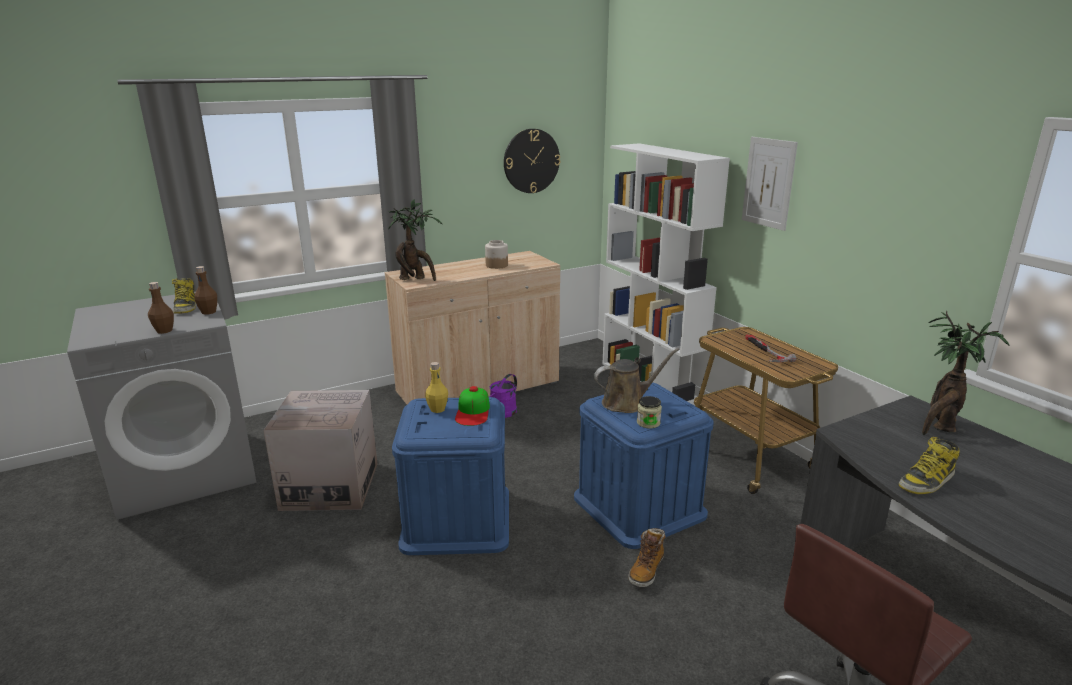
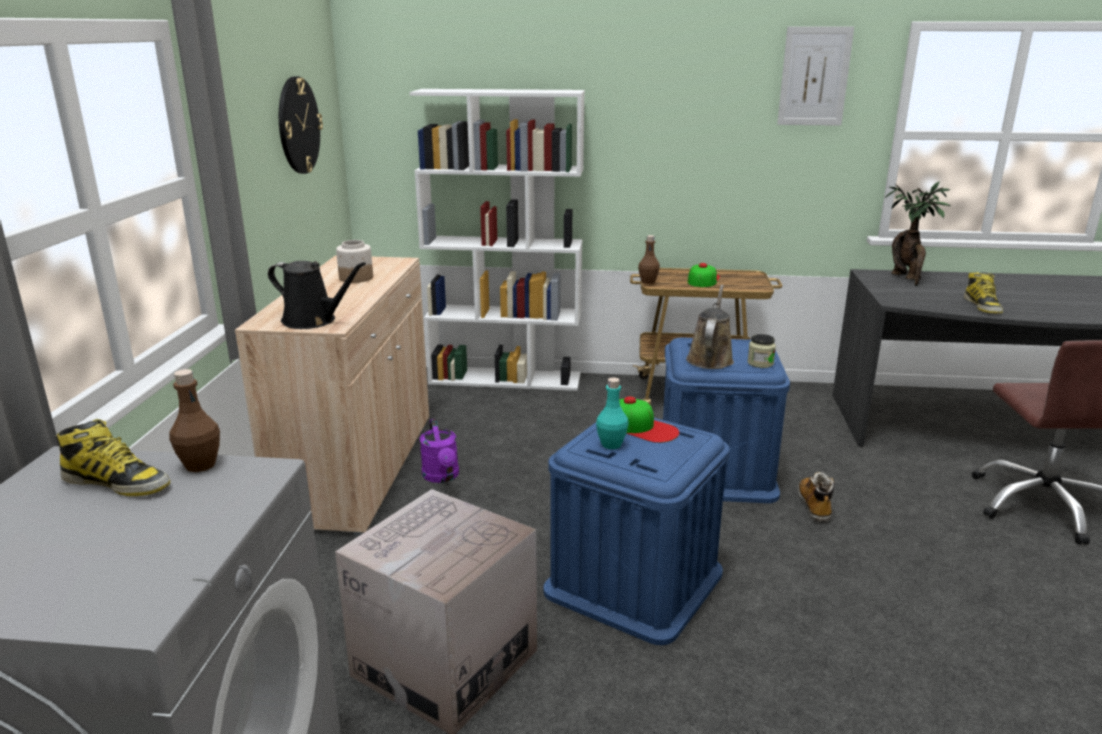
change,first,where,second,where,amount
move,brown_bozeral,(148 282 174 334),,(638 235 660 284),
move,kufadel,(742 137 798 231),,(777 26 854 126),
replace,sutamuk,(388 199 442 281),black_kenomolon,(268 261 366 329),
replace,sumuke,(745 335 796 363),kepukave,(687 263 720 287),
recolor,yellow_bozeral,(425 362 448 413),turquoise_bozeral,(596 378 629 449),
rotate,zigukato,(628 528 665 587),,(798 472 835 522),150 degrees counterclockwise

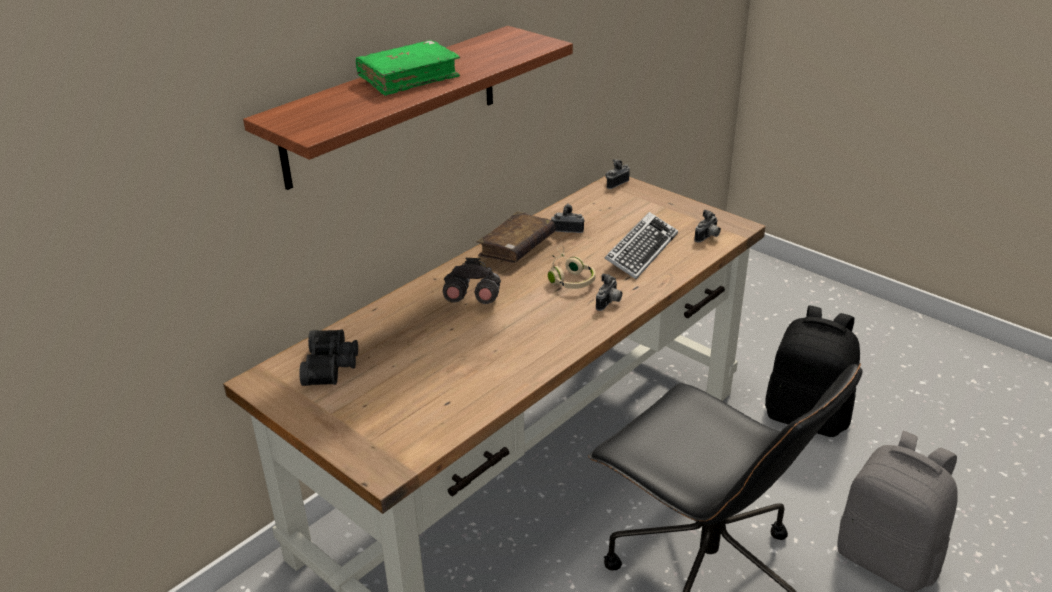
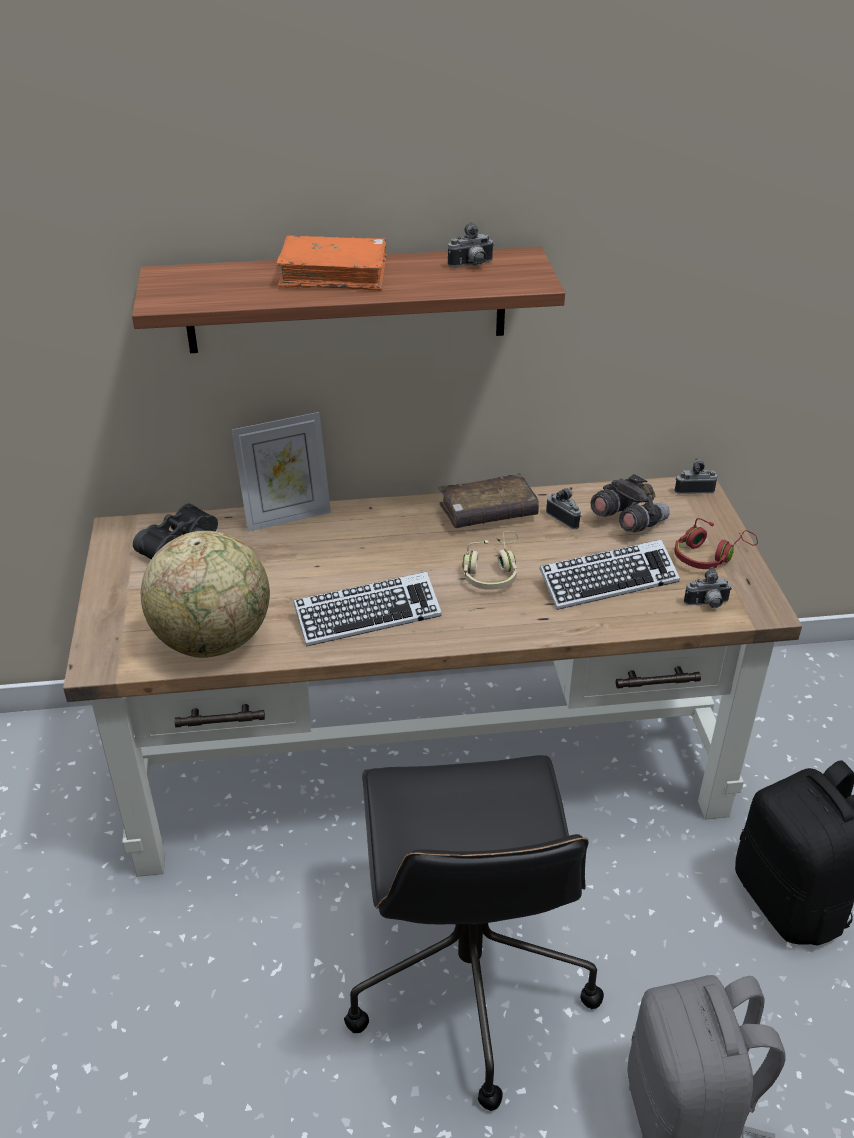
change,first,where,second,where,amount
insert,,,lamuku,(141 531 270 658),
insert,,,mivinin,(232 412 331 532),
insert,,,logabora,(294 572 442 647),
insert,,,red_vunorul,(674 518 758 569),
move,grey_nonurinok,(443 258 501 304),,(590 474 670 533),
move,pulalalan,(596 274 622 311),,(448 222 494 268),
recolor,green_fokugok,(356 40 460 96),orange_fokugok,(277 236 387 291),

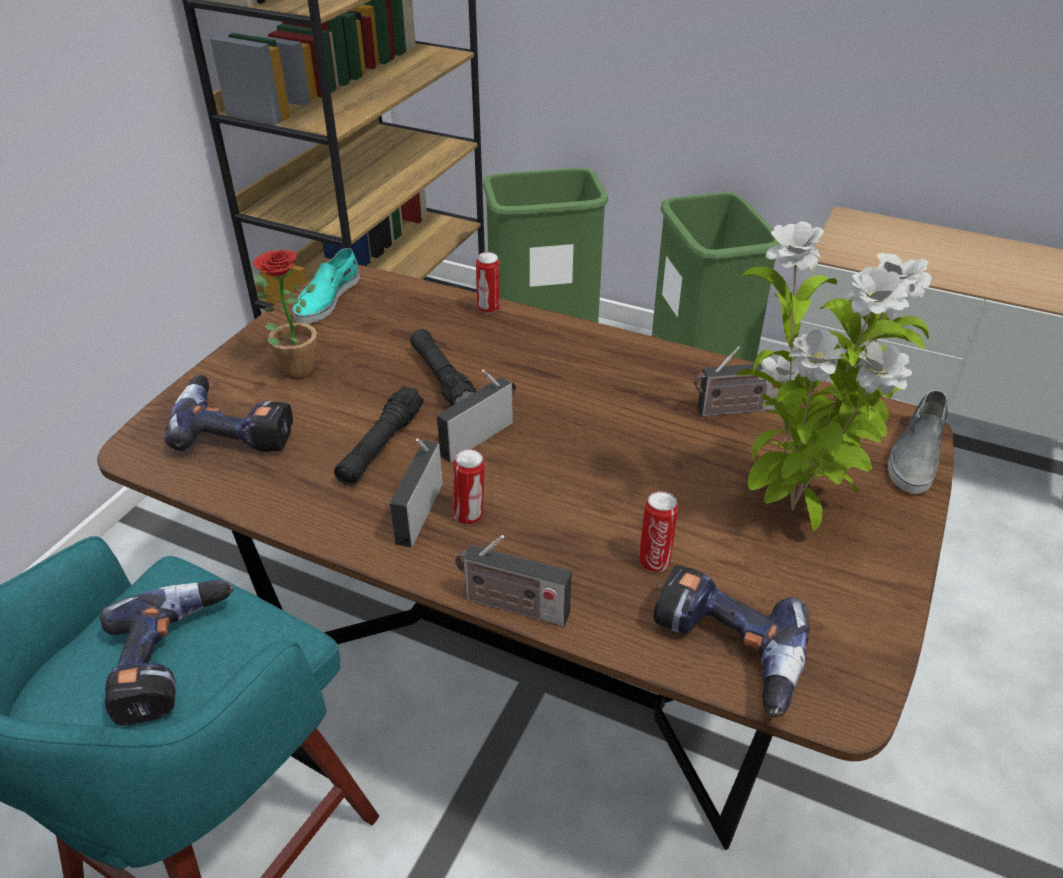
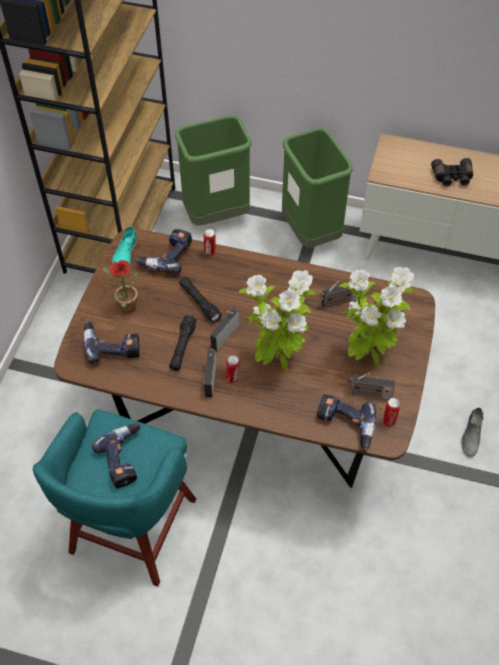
change,first,where,second,where,amount
insert,,,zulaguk,(136 229 192 273),
insert,,,sutamuk,(239 270 317 371),
insert,,,black_nonurinok,(431 158 473 186),
move,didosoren,(455 535 572 626),,(347 372 395 399),
move,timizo,(639 491 678 572),,(383 398 400 427),
move,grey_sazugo,(888 390 948 494),,(461 407 483 457),

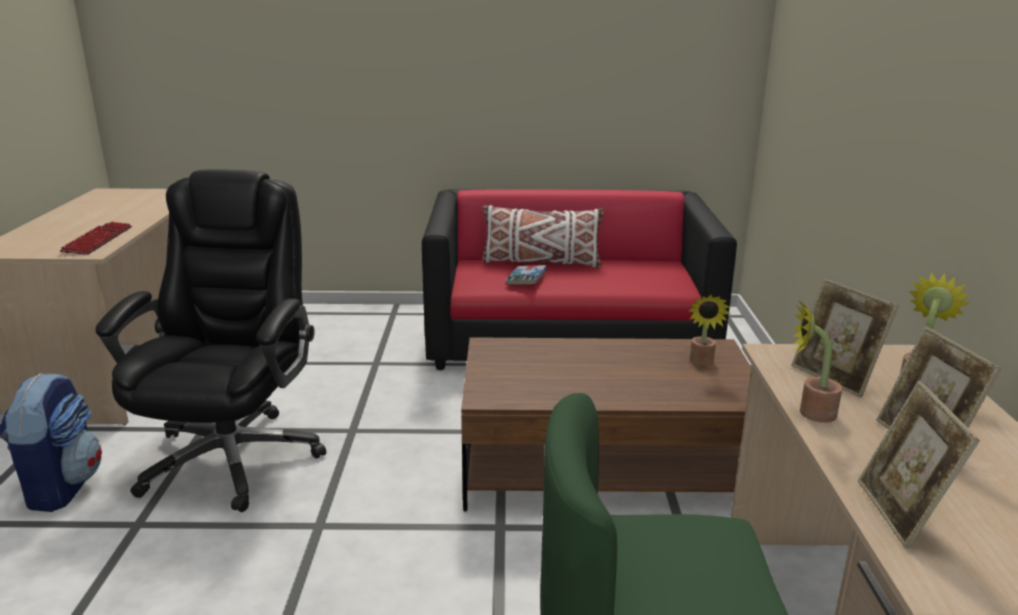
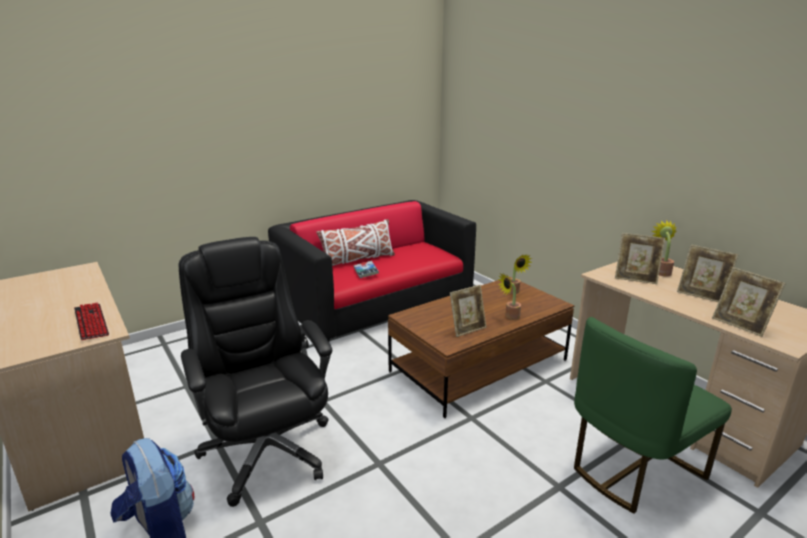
change,first,where,second,where,amount
insert,,,mivinin,(450 285 487 337),
move,sutamuk,(793 299 842 423),,(497 274 521 320),

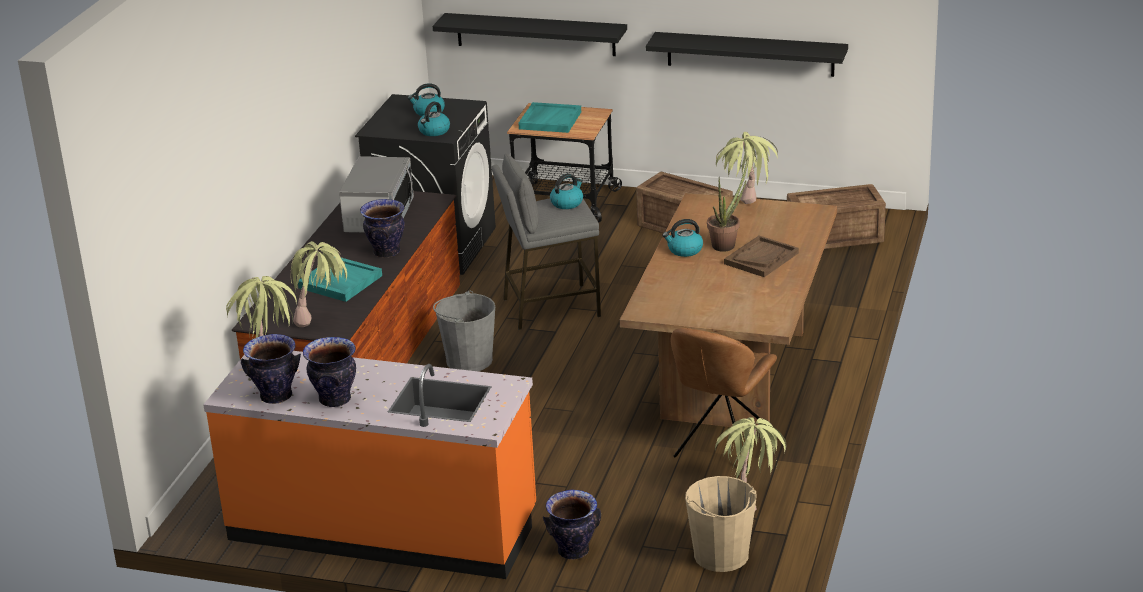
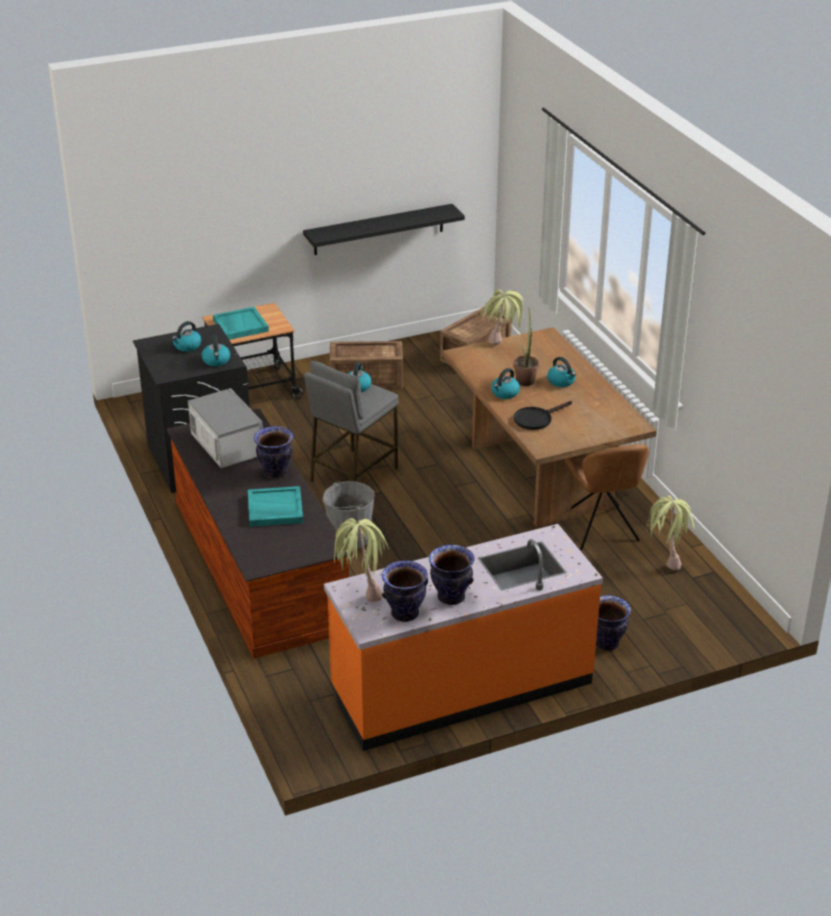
change,first,where,second,where,amount
delete,sutamuk,(291 241 347 327),,,
delete,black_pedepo,(433 13 627 56),,,
delete,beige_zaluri,(685 476 757 572),,,
insert,,,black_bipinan,(514 401 572 430),
replace,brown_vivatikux,(724 236 799 277),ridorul,(547 357 576 387),

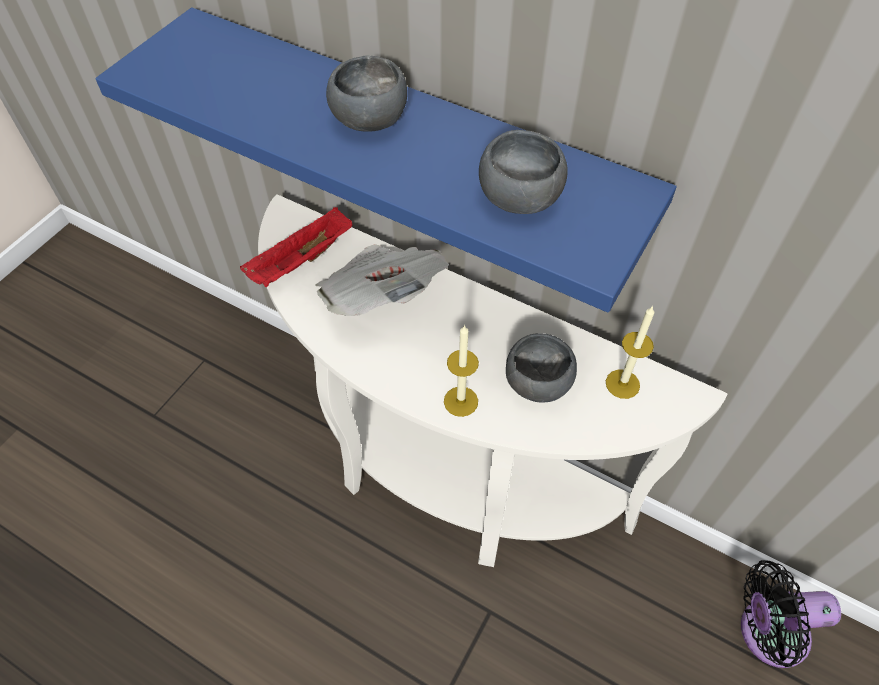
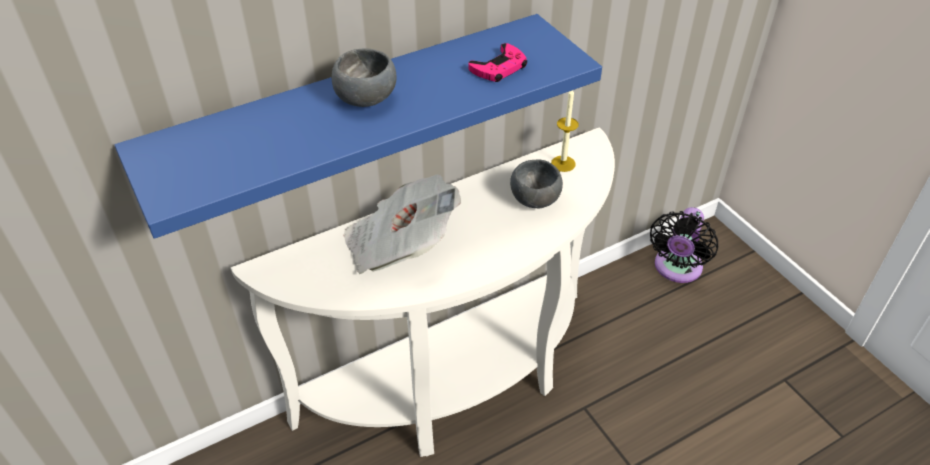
change,first,where,second,where,amount
delete,red_vivatikux,(240 207 352 287),,,
delete,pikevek,(444 324 479 417),,,
replace,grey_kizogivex,(479 130 568 214),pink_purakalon,(468 43 527 82),

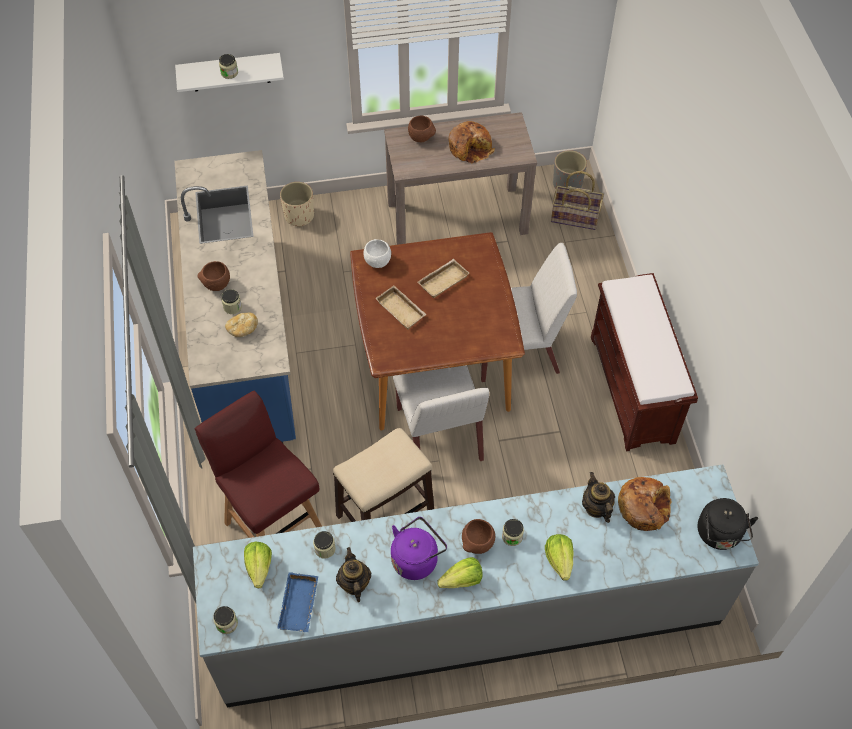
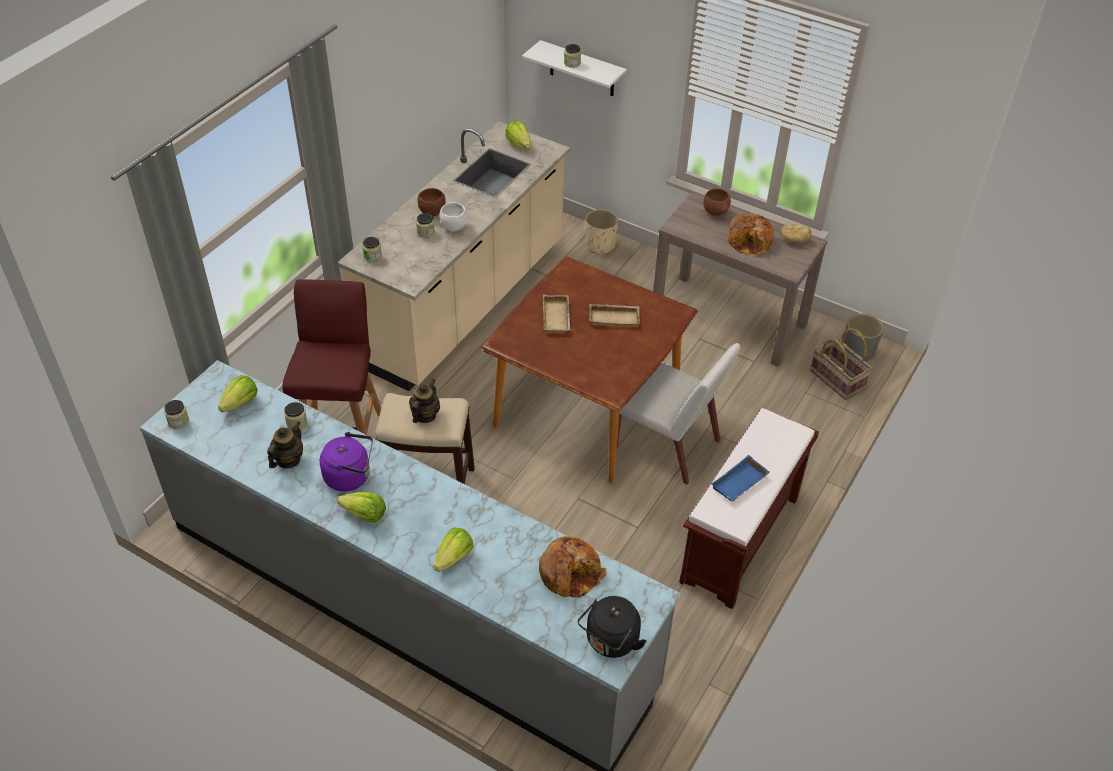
change,first,where,second,where,amount
delete,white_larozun,(393 365 489 461),,,
delete,brown_kizogivex,(462 519 495 554),,,
insert,,,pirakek,(505 121 530 149),
move,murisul,(225 313 258 337),,(781 223 811 243),
move,blue_vivatikux,(277 572 318 633),,(711 455 770 502),
move,white_kizogivex,(364 239 391 268),,(439 202 468 231),
move,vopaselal,(502 519 524 546),,(362 237 382 262),
move,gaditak,(582 472 615 523),,(409 379 440 423),
recolor,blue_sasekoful,(175 150 296 443),beige_sasekoful,(337 121 570 391),

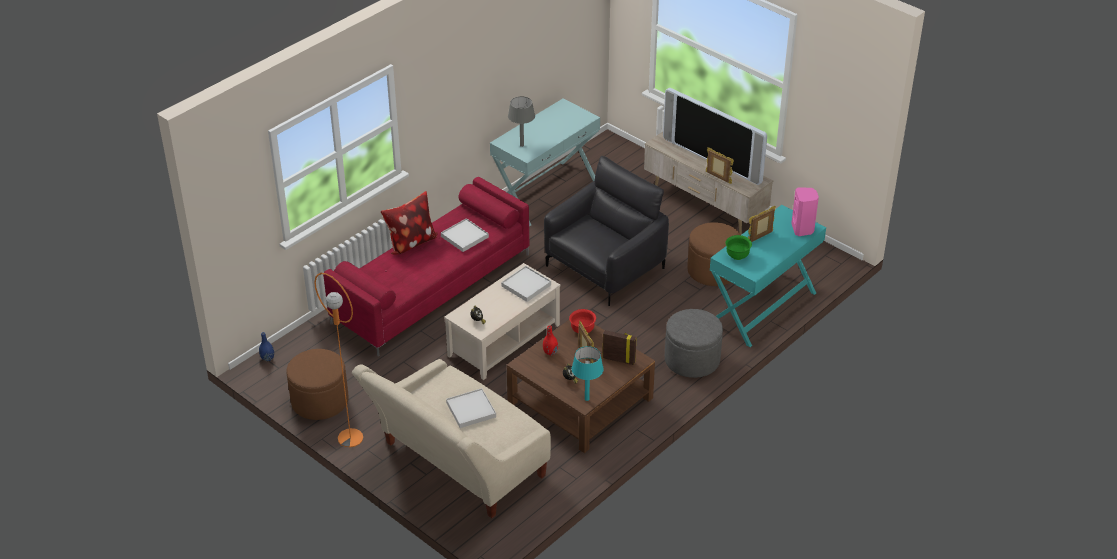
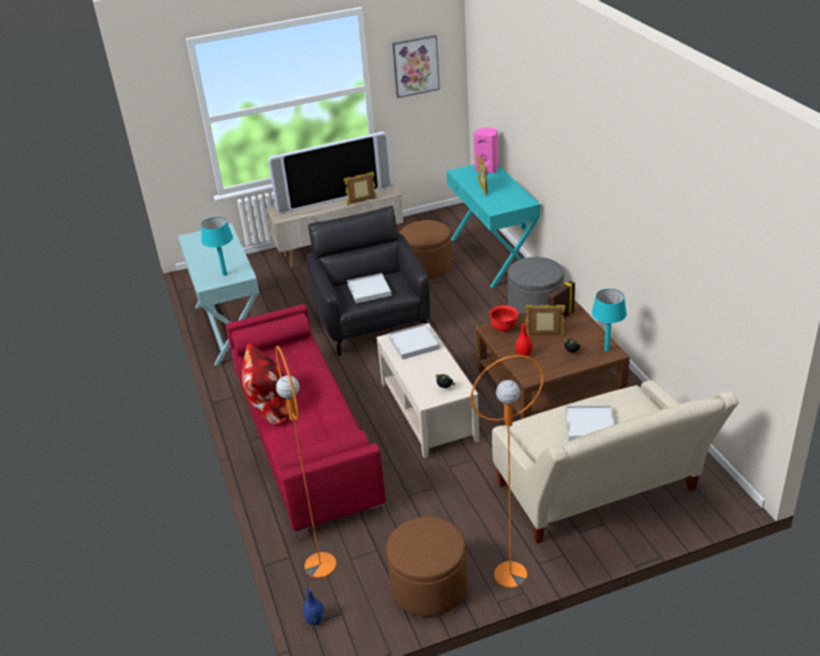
change,first,where,second,where,amount
delete,green_kizogivex,(725 235 752 260),,,
insert,,,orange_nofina,(275 346 336 578),
insert,,,kufadel,(392 35 440 98),
move,white_vivatikux,(441 218 489 252),,(347 273 392 303),
recolor,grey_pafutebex,(508 96 535 147),turquoise_pafutebex,(201 217 233 276),

